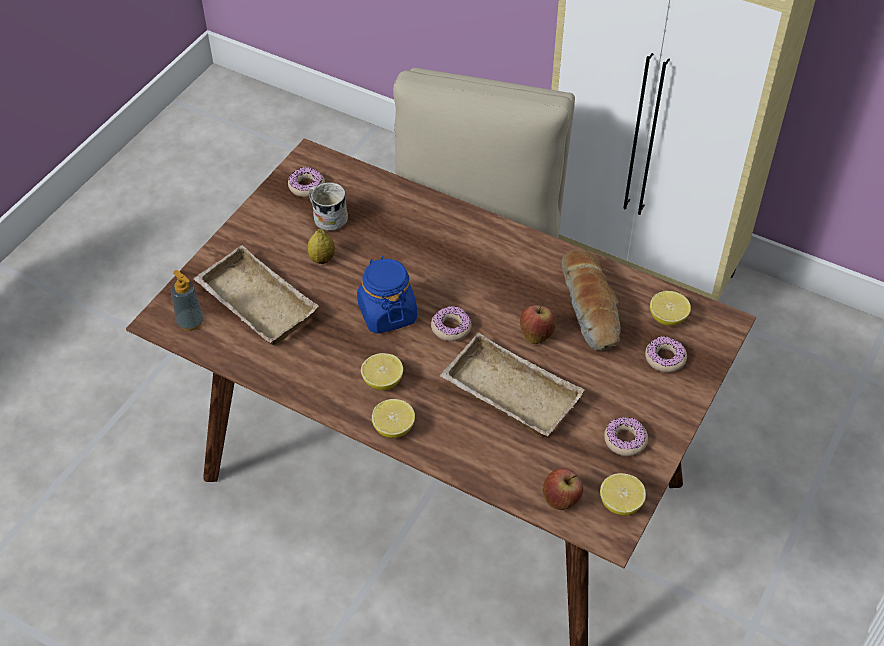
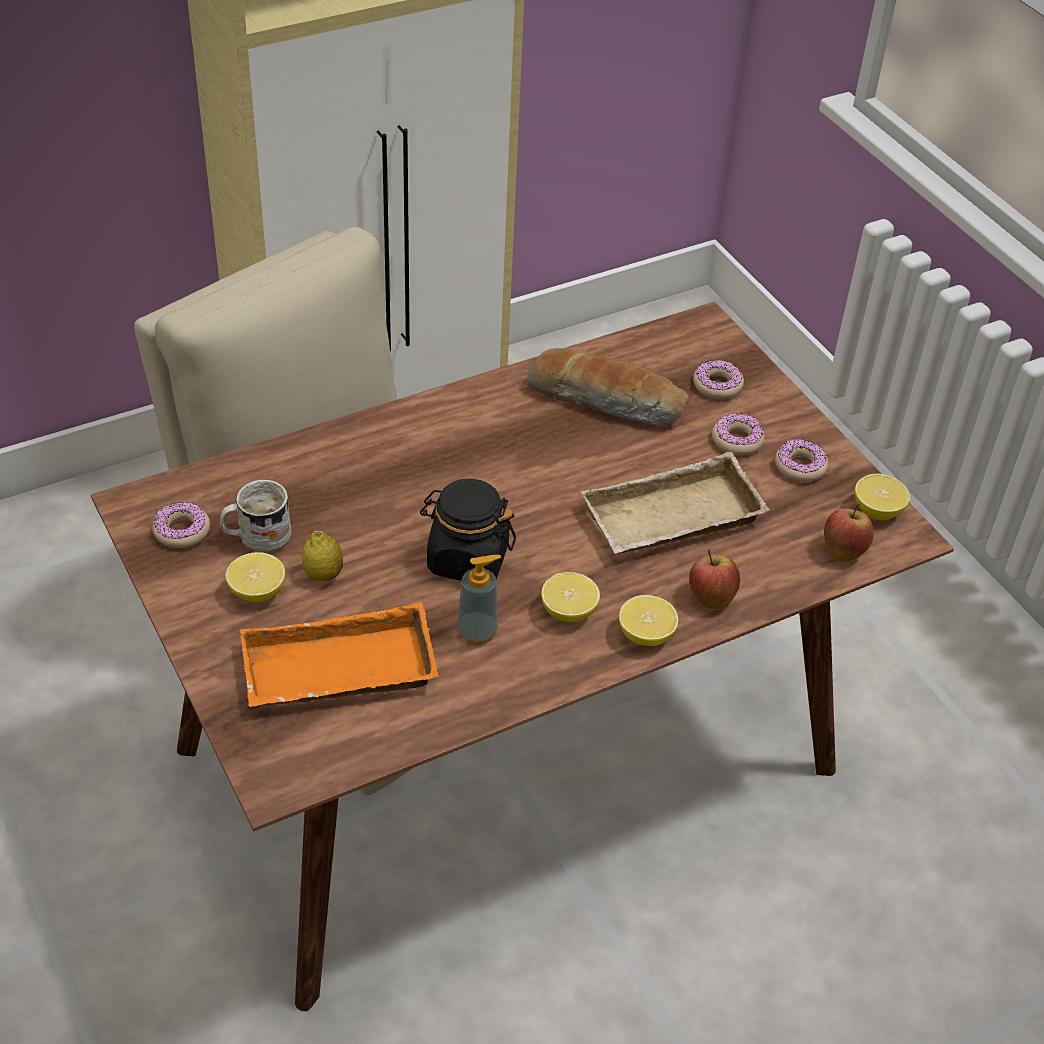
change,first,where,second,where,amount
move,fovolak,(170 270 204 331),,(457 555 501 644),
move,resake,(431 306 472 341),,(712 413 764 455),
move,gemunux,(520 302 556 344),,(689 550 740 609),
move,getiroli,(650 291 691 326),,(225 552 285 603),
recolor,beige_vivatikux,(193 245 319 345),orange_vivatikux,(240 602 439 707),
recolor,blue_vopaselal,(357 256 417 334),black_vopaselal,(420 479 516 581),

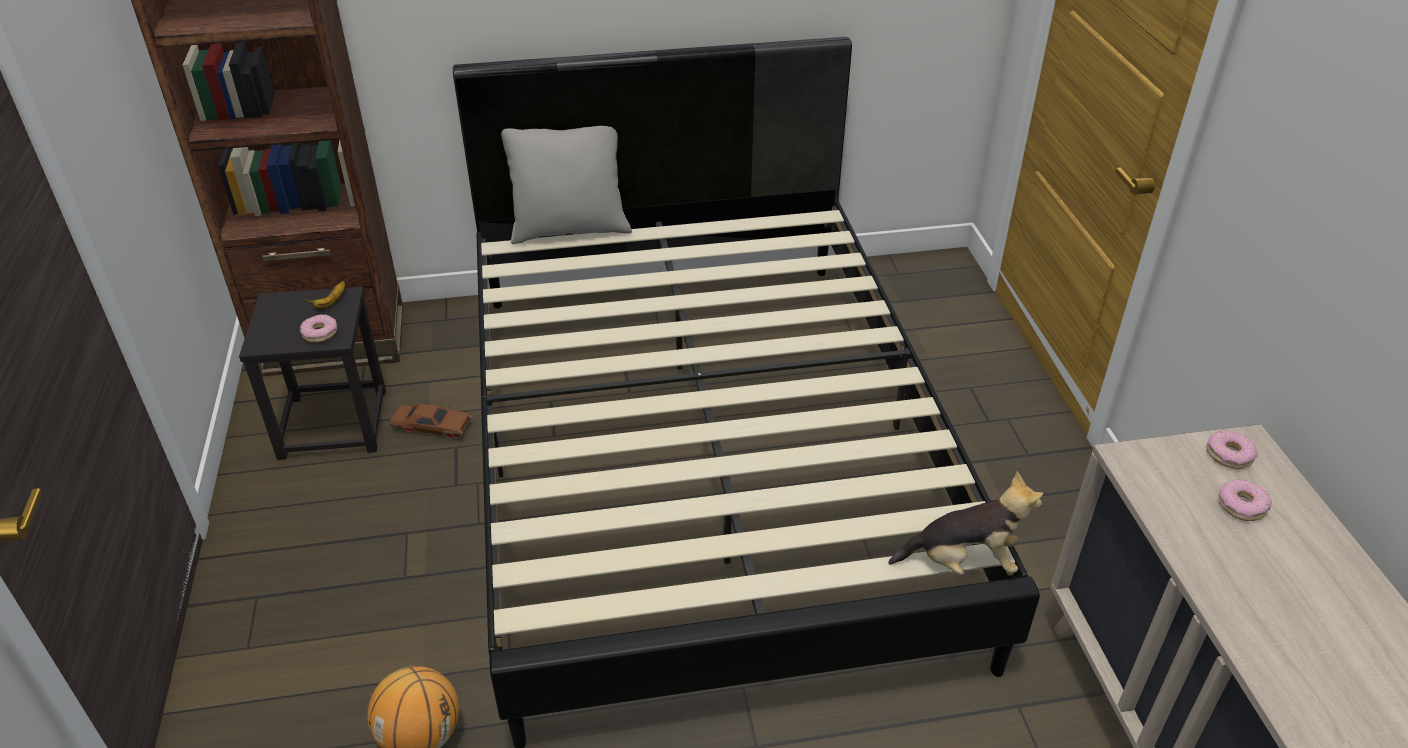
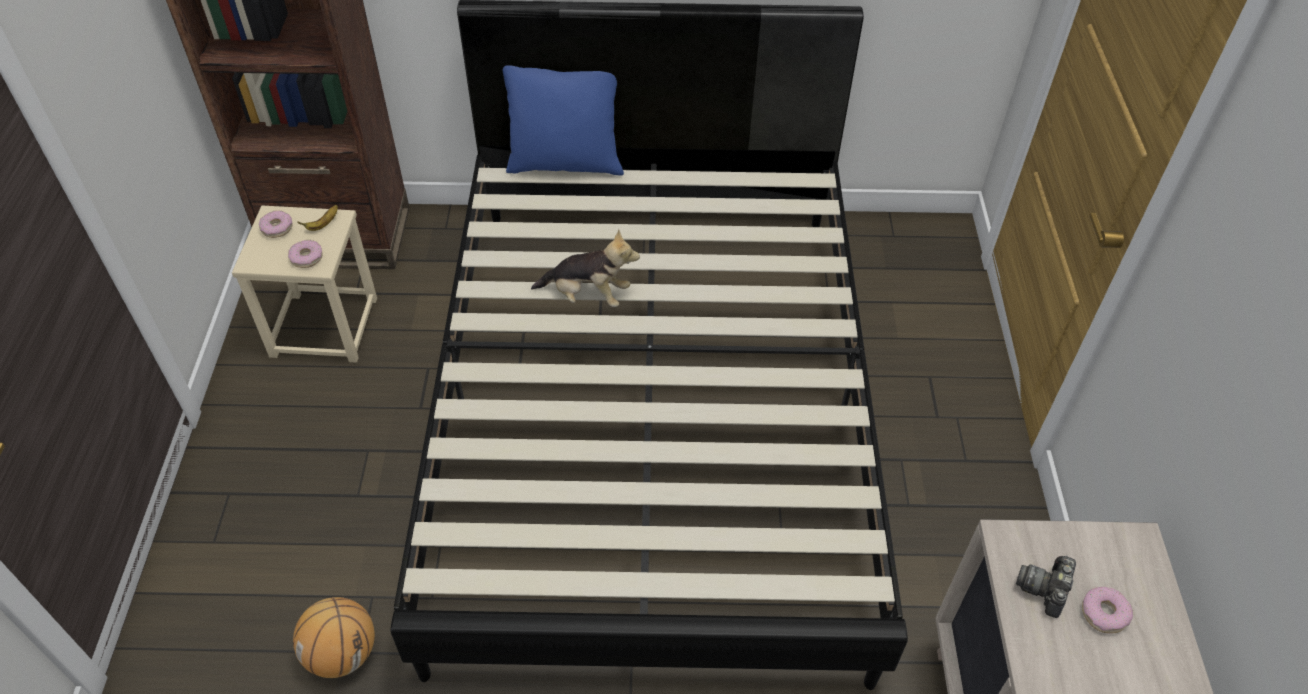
change,first,where,second,where,amount
delete,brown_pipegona,(389 404 472 439),,,
insert,,,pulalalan,(1016 555 1076 618),
move,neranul,(888 471 1043 575),,(531 229 640 307),
move,resake,(1206 430 1258 469),,(259 210 293 238),
recolor,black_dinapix,(239 287 386 460),beige_dinapix,(232 206 377 363),
recolor,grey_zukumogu,(501 126 632 244),blue_zukumogu,(503 65 624 175),

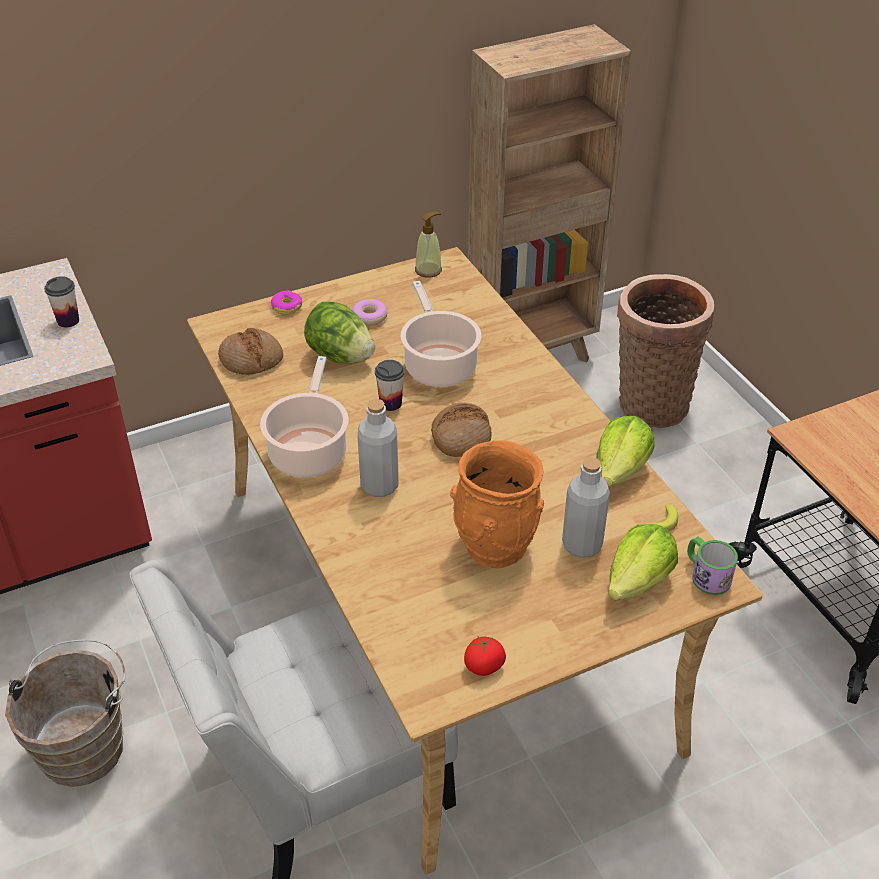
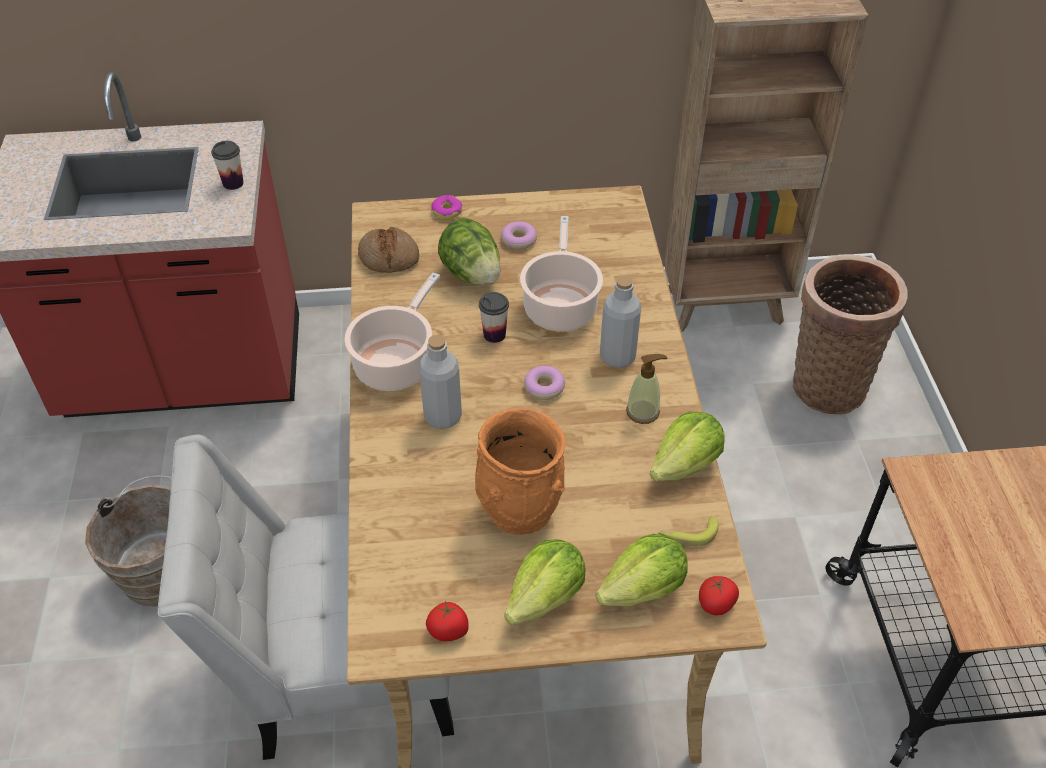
change,first,where,second,where,amount
insert,,,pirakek,(504 539 586 625),
move,fovolak,(415 212 442 278),,(626 354 667 424),
move,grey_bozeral,(562 457 610 558),,(600 275 641 368),
replace,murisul,(431 402 491 457),resake,(524 366 565 400),
replace,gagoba,(687 536 738 595),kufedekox,(699 576 739 615),

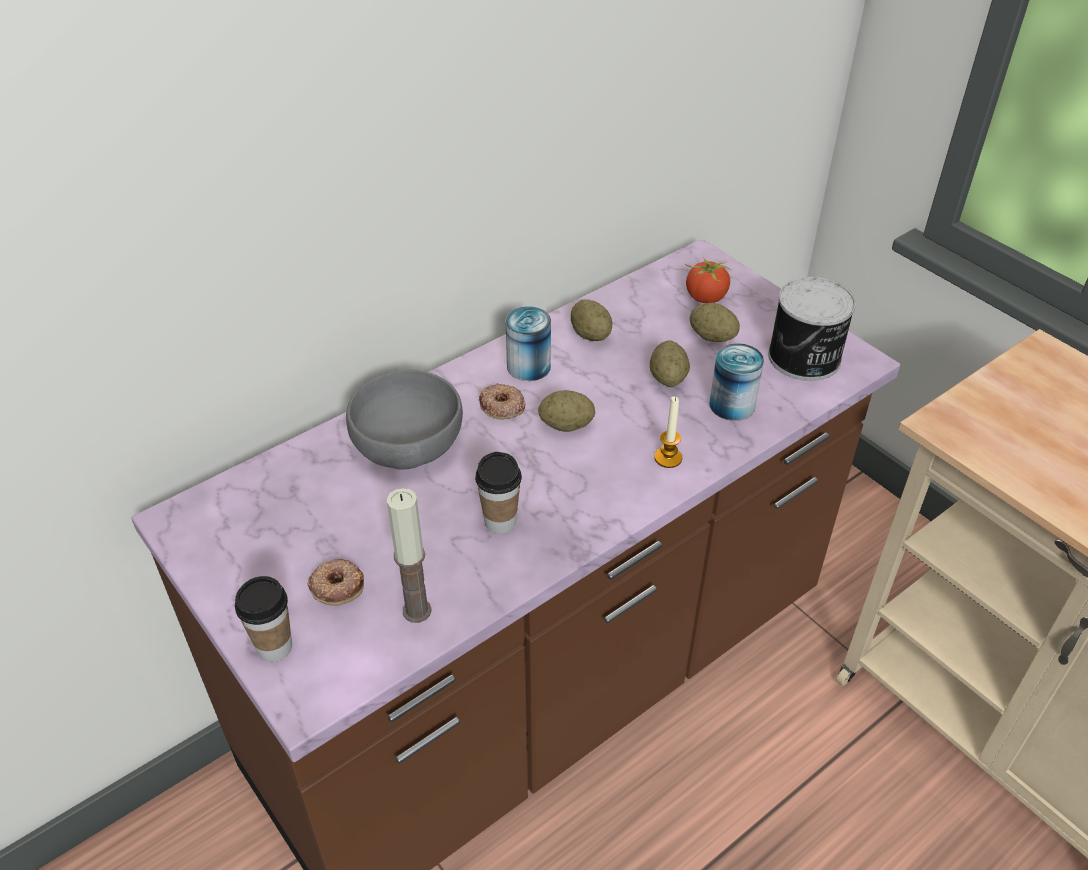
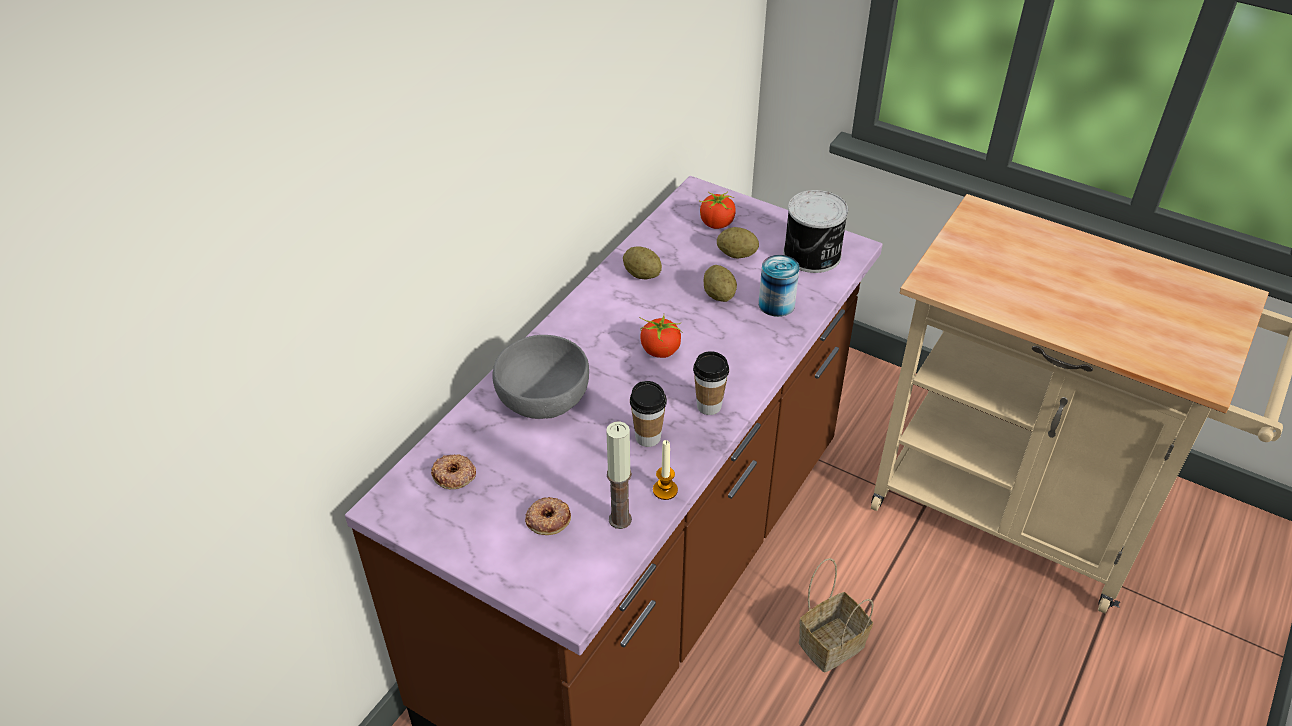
change,first,where,second,where,amount
delete,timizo,(506 306 551 381),,,
insert,,,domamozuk,(799 558 874 672),
move,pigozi,(235 576 292 662),,(693 351 729 415),
move,resake,(479 383 526 419),,(431 454 476 489),
move,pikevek,(654 396 682 468),,(653 440 678 500),
replace,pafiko,(538 390 595 432),kufedekox,(639 316 683 358),

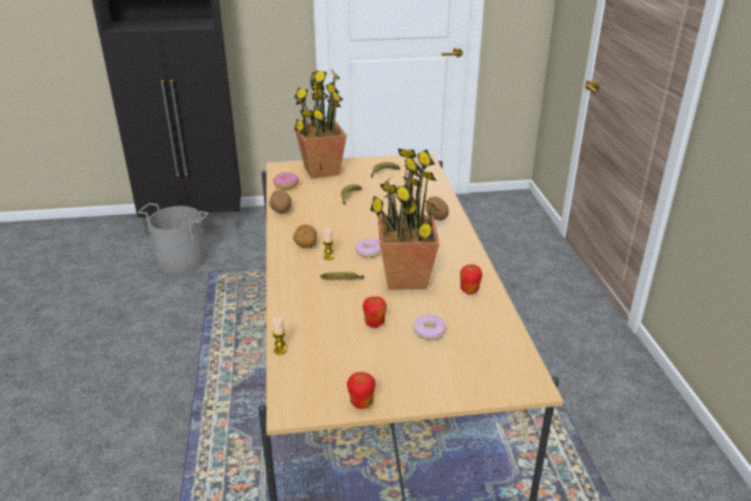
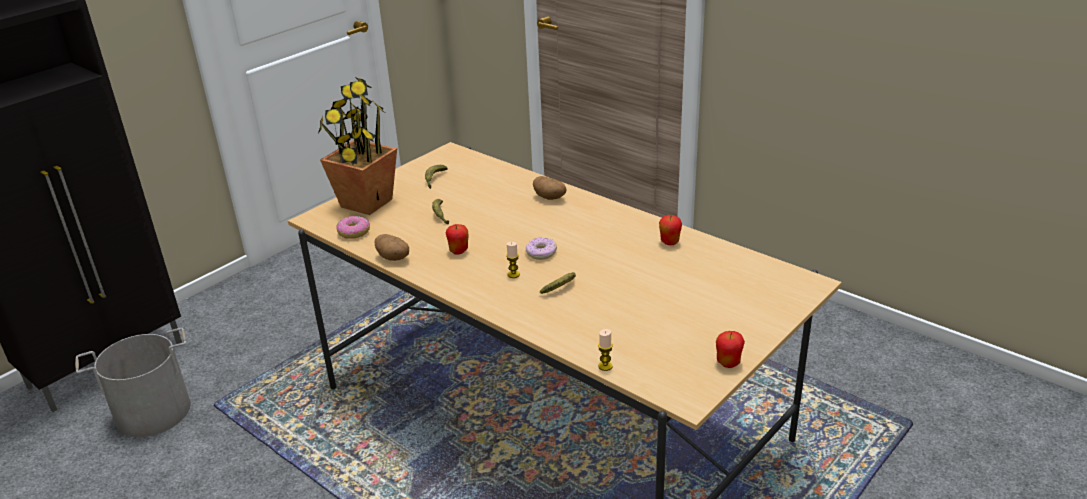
change,first,where,second,where,amount
delete,pafiko,(293 225 317 248),,,
delete,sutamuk,(370 149 441 290),,,
delete,resake,(413 315 446 340),,,
move,gemunux,(363 296 387 328),,(446 224 468 255),

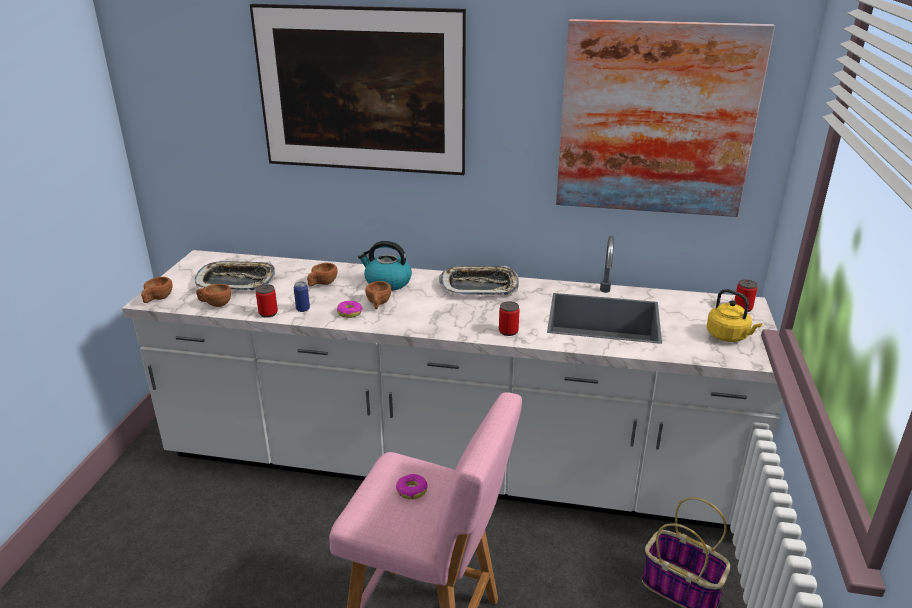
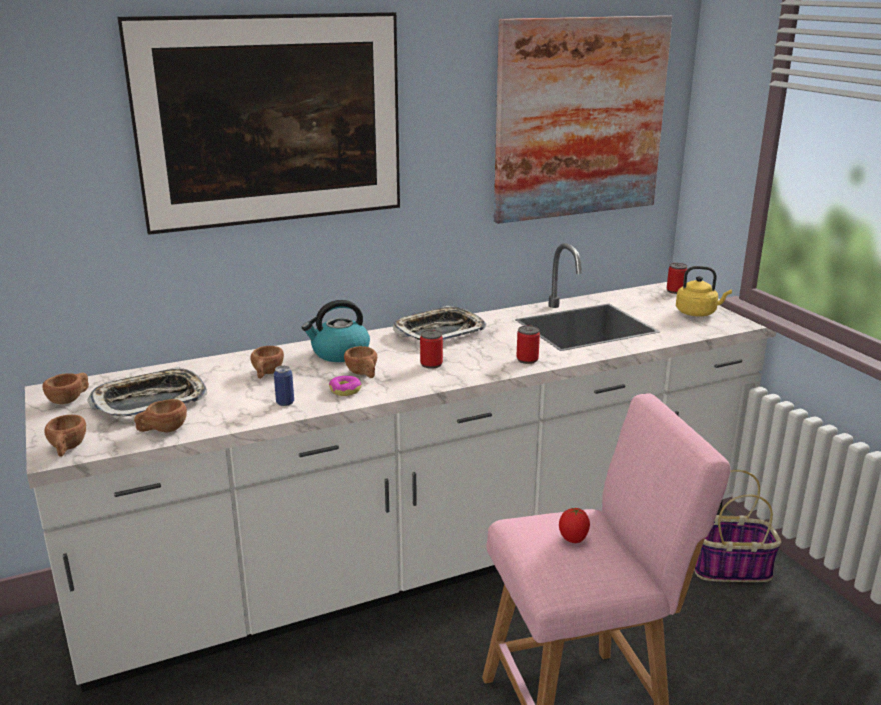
change,first,where,second,where,amount
insert,,,brown_pigozi,(42 373 89 404),
move,timizo,(256 284 278 318),,(420 330 443 369),
replace,resake,(396 474 428 500),kufedekox,(559 508 590 543),

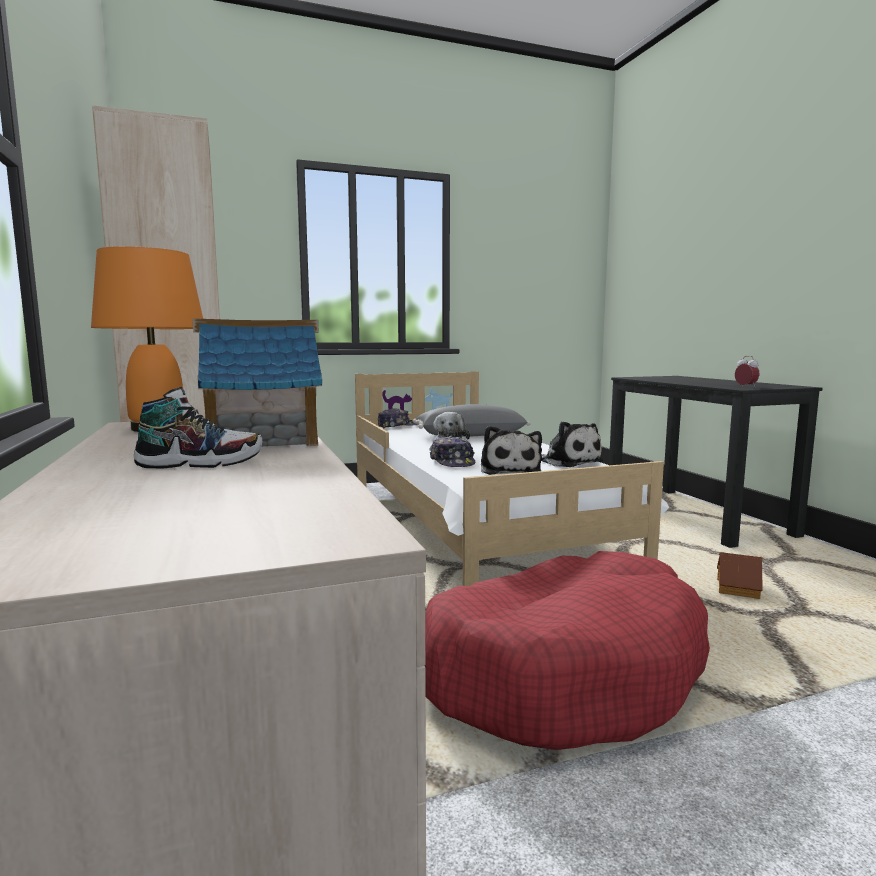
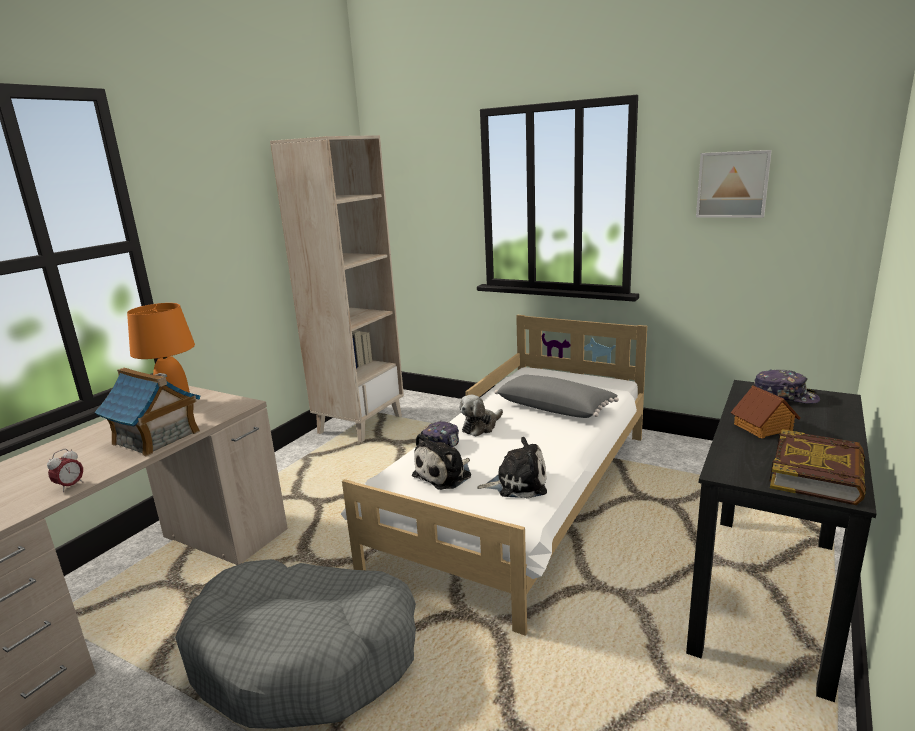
change,first,where,second,where,amount
delete,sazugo,(134 387 262 469),,,
insert,,,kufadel,(696 150 772 218),
insert,,,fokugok,(770 429 866 505),
move,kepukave,(378 408 417 428),,(754 369 820 404),
move,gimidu,(717 552 763 599),,(730 385 800 439),
move,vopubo,(735 356 760 387),,(47 448 83 492),
recolor,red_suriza,(425 551 710 750),grey_suriza,(175 559 416 729),
rotate,neranul,(541 421 603 467),,(477 437 547 499),105 degrees counterclockwise

